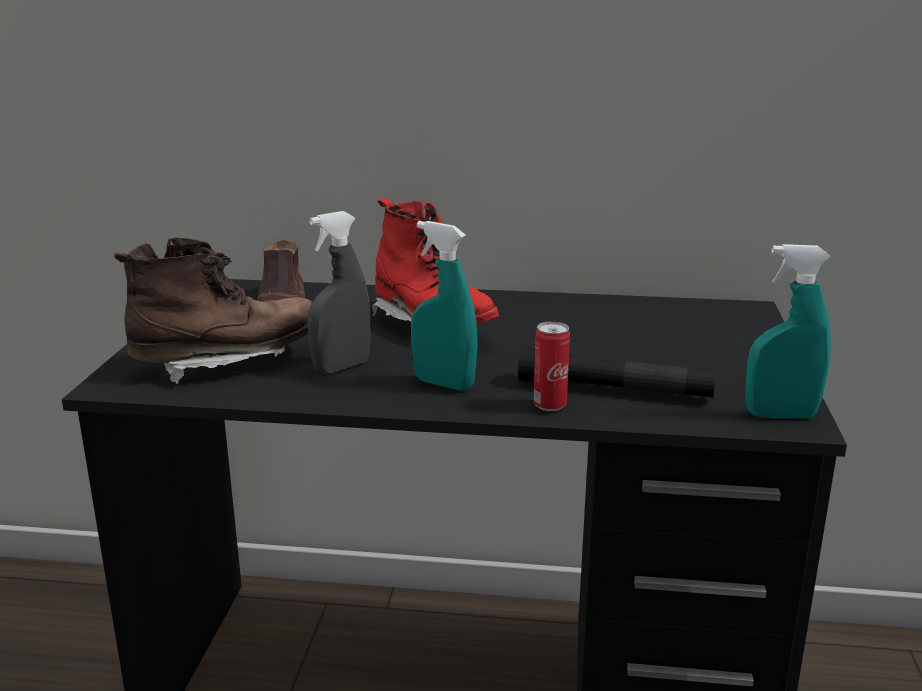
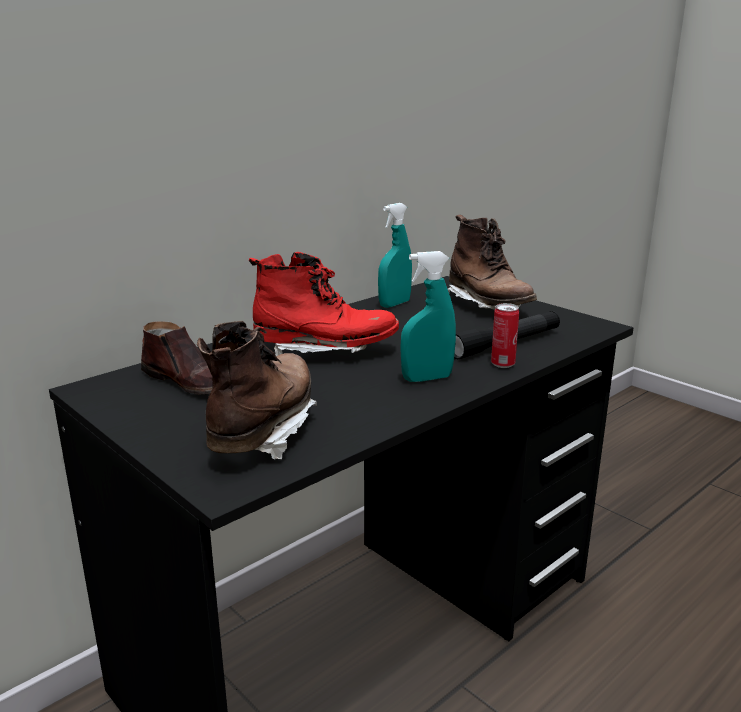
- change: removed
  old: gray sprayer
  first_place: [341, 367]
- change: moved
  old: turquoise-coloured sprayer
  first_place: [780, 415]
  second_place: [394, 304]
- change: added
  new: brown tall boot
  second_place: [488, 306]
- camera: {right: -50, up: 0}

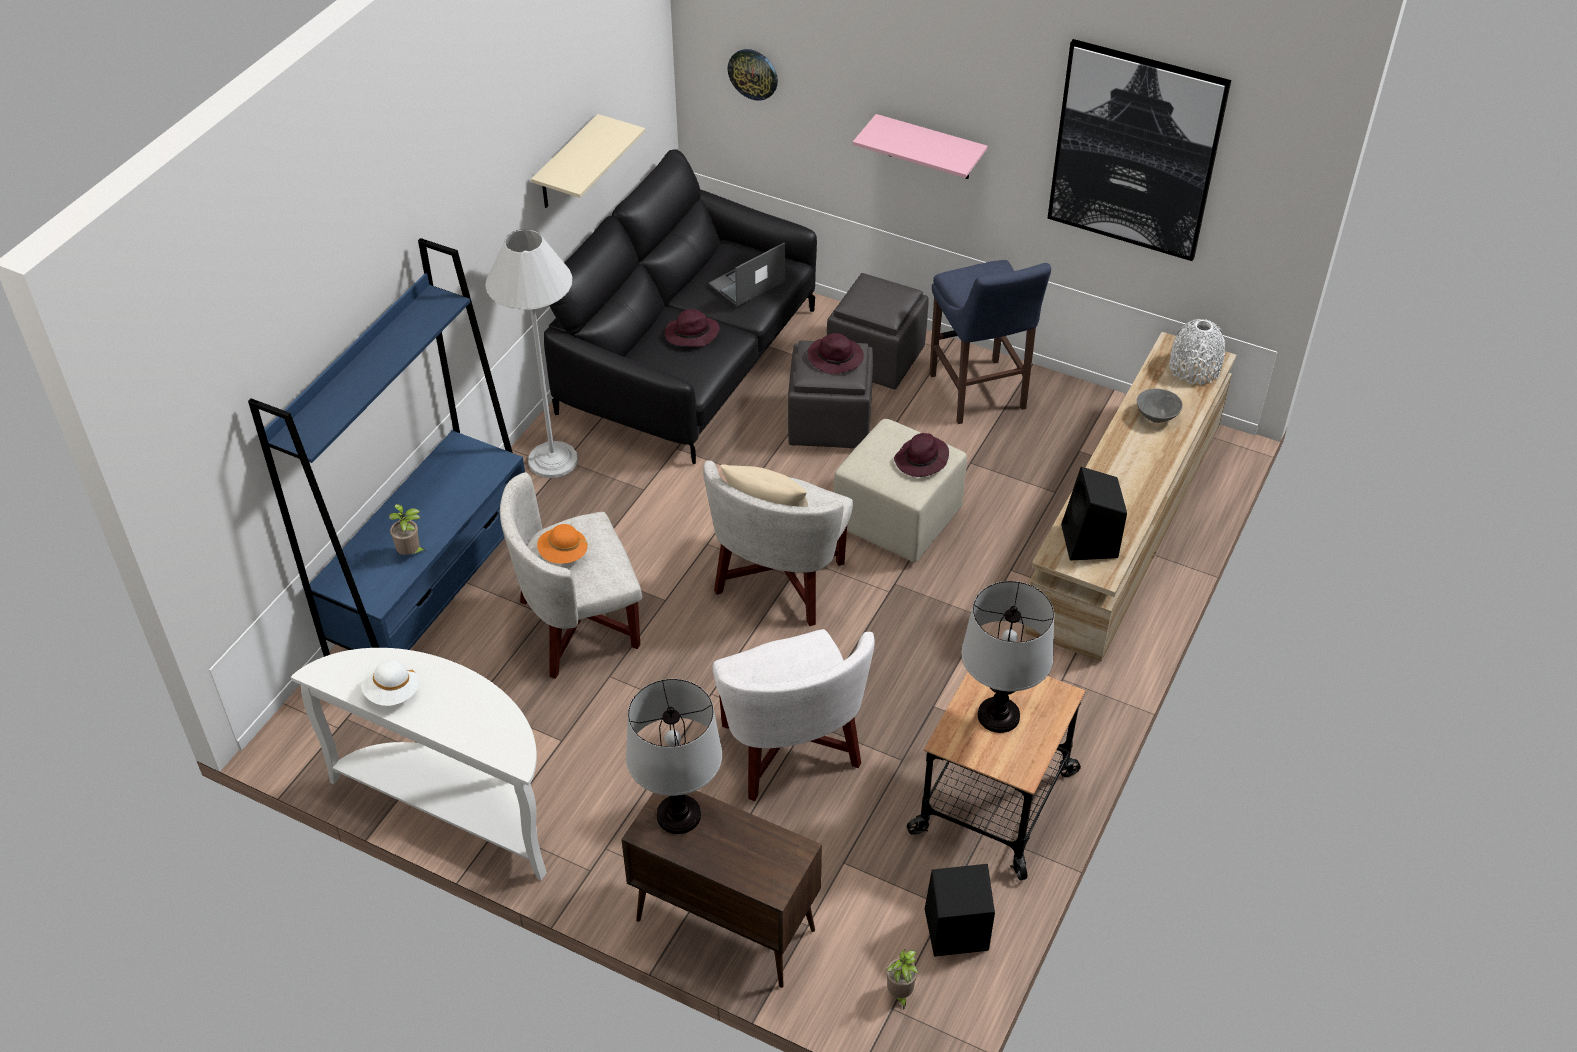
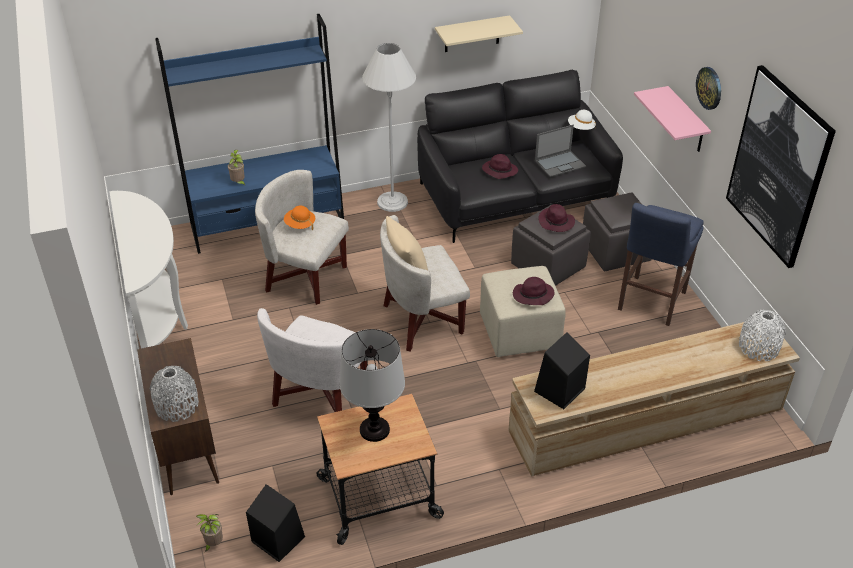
- change: moved
  old: clock on the wall
  first_place: [753, 74]
  second_place: [709, 88]
- change: turned
  old: notebook computer
  first_place: [746, 283]
  second_place: [560, 163]
  degrees: 150
- change: removed
  old: gray deep dish
  first_place: [1157, 417]
- change: moved
  old: white wearable hat
  first_place: [392, 693]
  second_place: [581, 128]
- change: removed
  old: tabletop lamp
  first_place: [679, 814]
- change: added
  new: gray vase
  second_place: [177, 405]
- camera: {right: 45, up: -5}

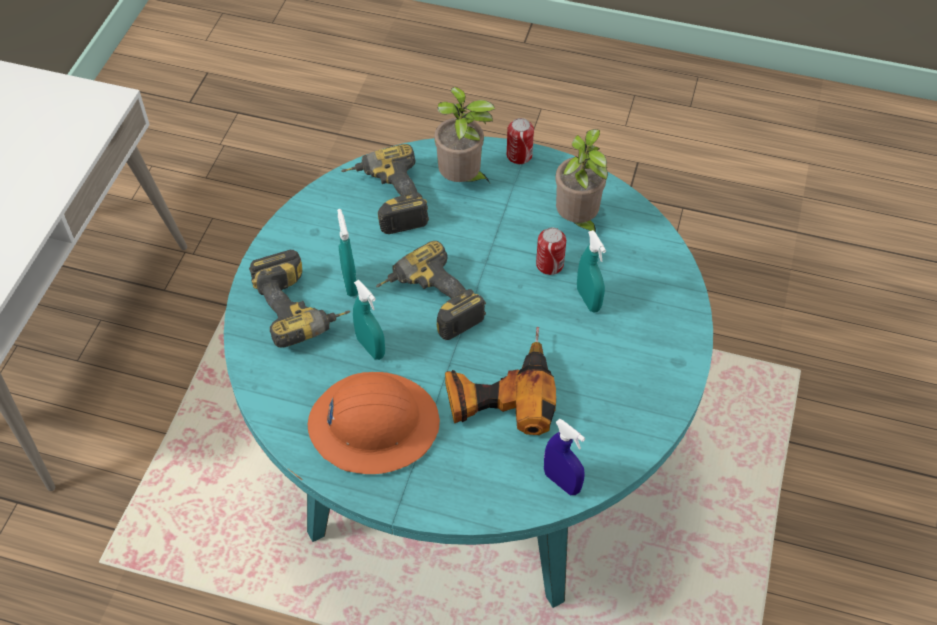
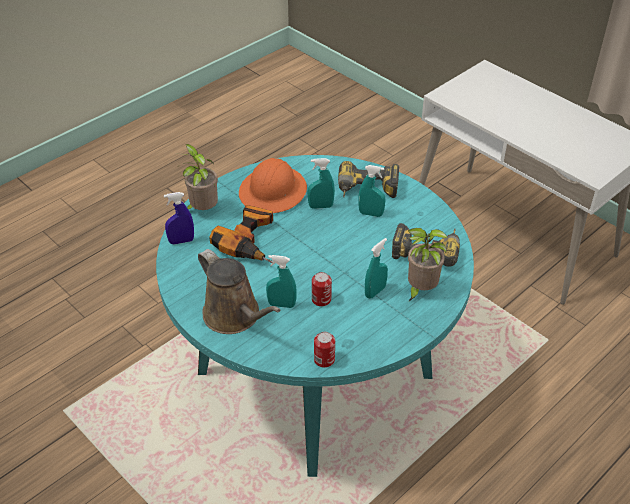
- change: moved
  old: metal can
  first_place: [519, 155]
  second_place: [324, 360]
- change: moved
  old: houseplant
  first_place: [577, 221]
  second_place: [202, 210]
- change: removed
  old: power drill
  first_place: [429, 303]
- change: added
  new: turquoise-coloured sprayer
  second_place: [375, 292]
- change: added
  new: brown watering pot
  second_place: [235, 316]
- camera: {right: 120, up: -10}

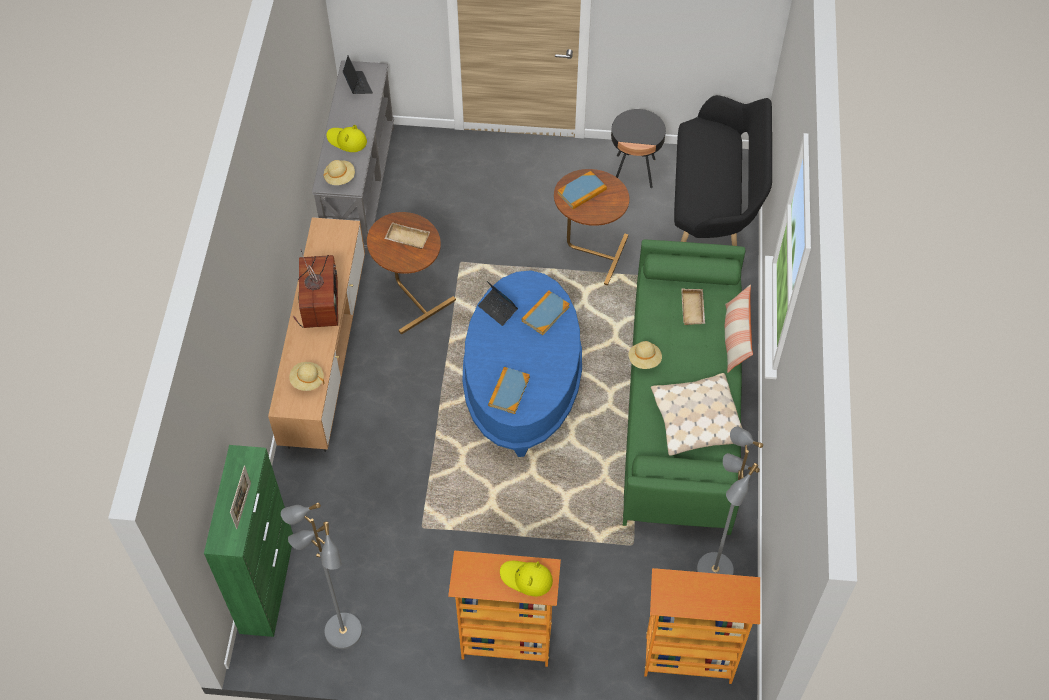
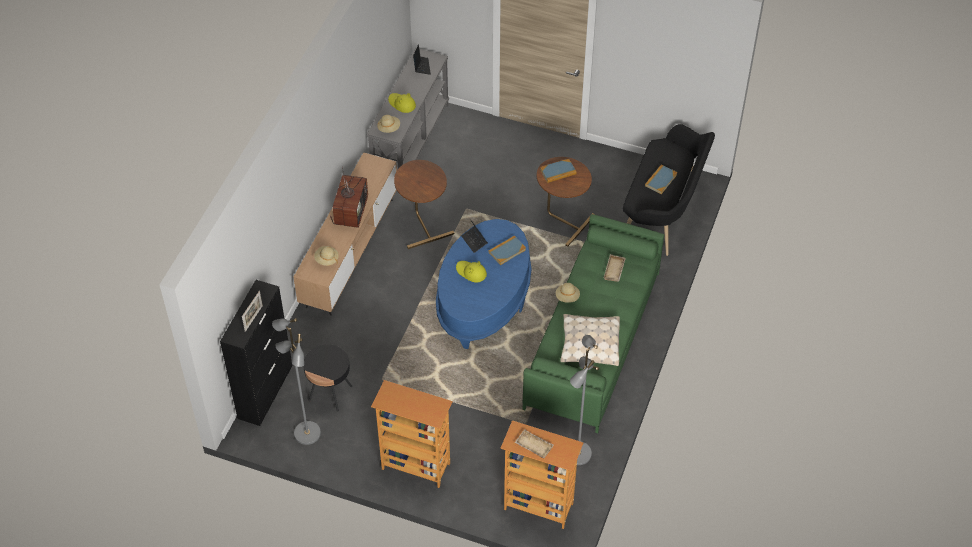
- change: moved
  old: blackish accent table
  first_place: [634, 171]
  second_place: [330, 393]
- change: moved
  old: beige-coloured carrying tray
  first_place: [406, 239]
  second_place: [533, 446]
- change: removed
  old: throw pillow
  first_place: [735, 338]
- change: moved
  old: volume
  first_place: [509, 391]
  second_place: [660, 180]
- change: recoloured
  old: green cabinet
  new: blackish cabinet
  first_place: [267, 583]
  second_place: [265, 391]
- change: moved
  old: yellowish wearable hat
  first_place: [526, 578]
  second_place: [471, 272]
- camera: {right: 15, up: -5}

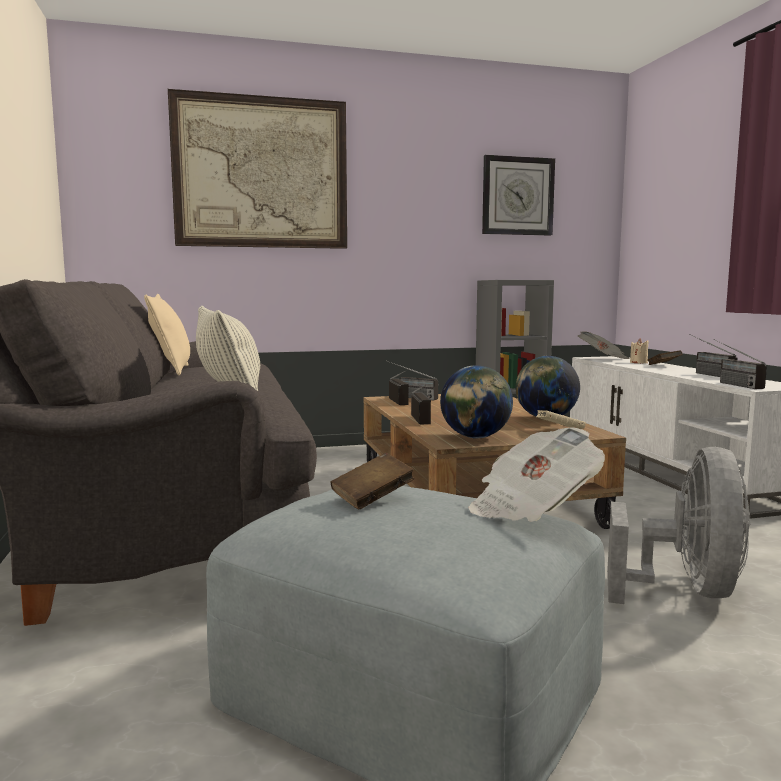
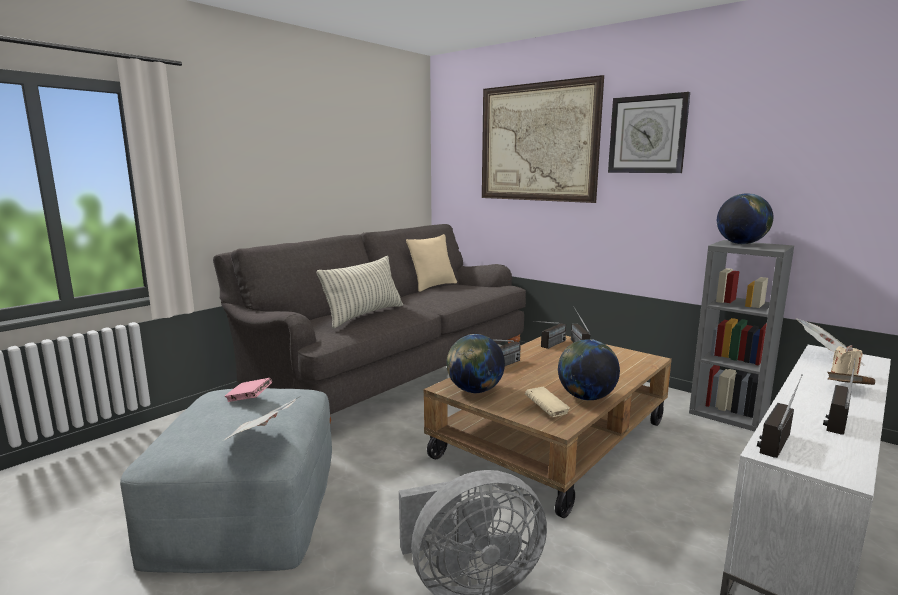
- change: moved
  old: clock on the wall
  first_place: [517, 196]
  second_place: [647, 134]
- change: recoloured
  old: brown volume
  new: pinkish volume
  first_place: [372, 498]
  second_place: [249, 399]
- change: added
  new: globe
  second_place: [741, 244]
- camera: {right: 55, up: 5}

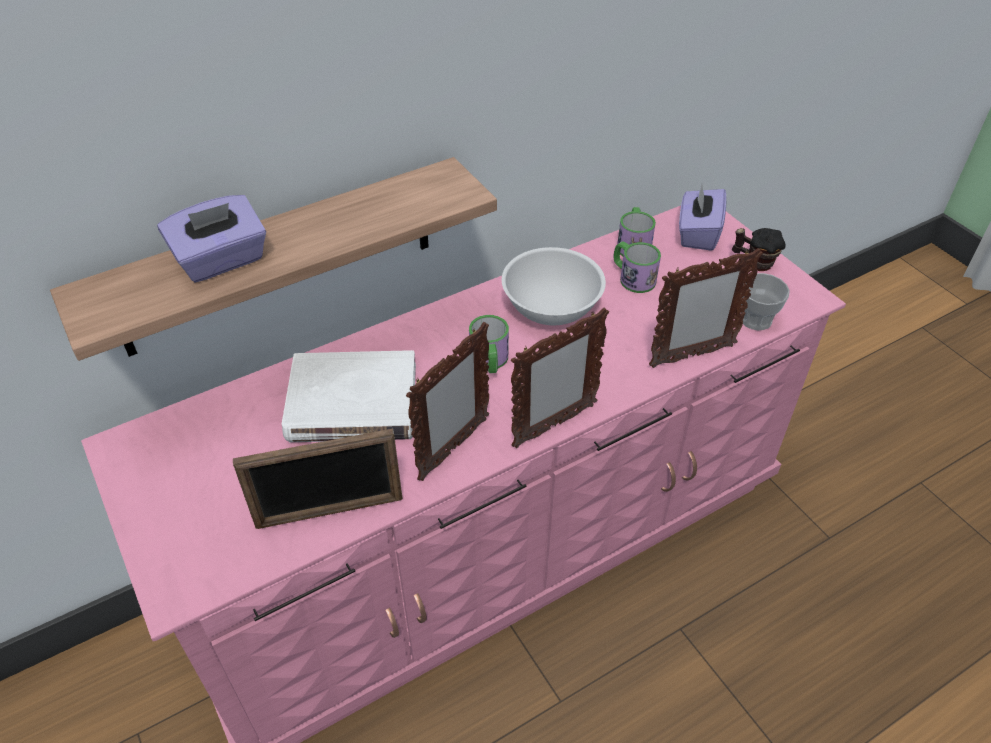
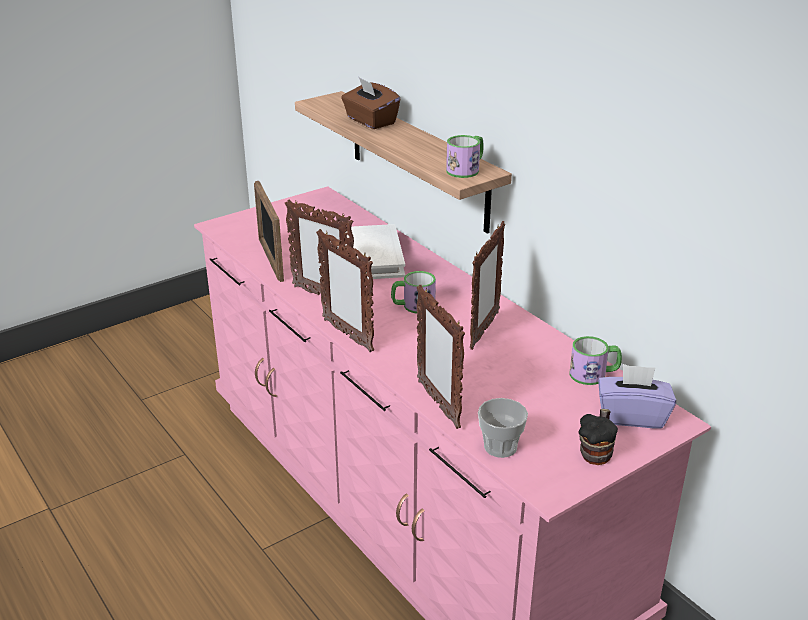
- change: recoloured
  old: purple-coloured tissue holder
  new: brown tissue holder
  first_place: [222, 261]
  second_place: [370, 121]
- change: moved
  old: coffee mug
  first_place: [632, 277]
  second_place: [466, 169]
- change: replaced
  old: white deep dish
  new: standing frame
  first_place: [550, 308]
  second_place: [484, 331]
- camera: {right: 85, up: -15}

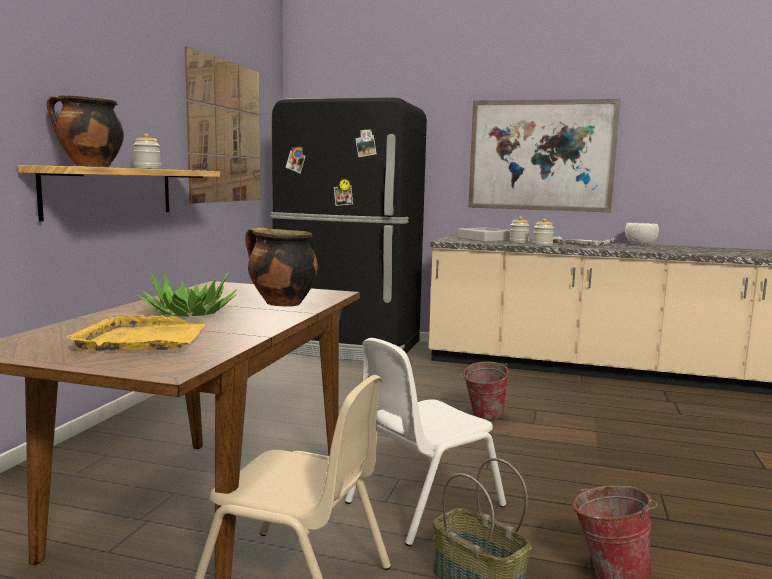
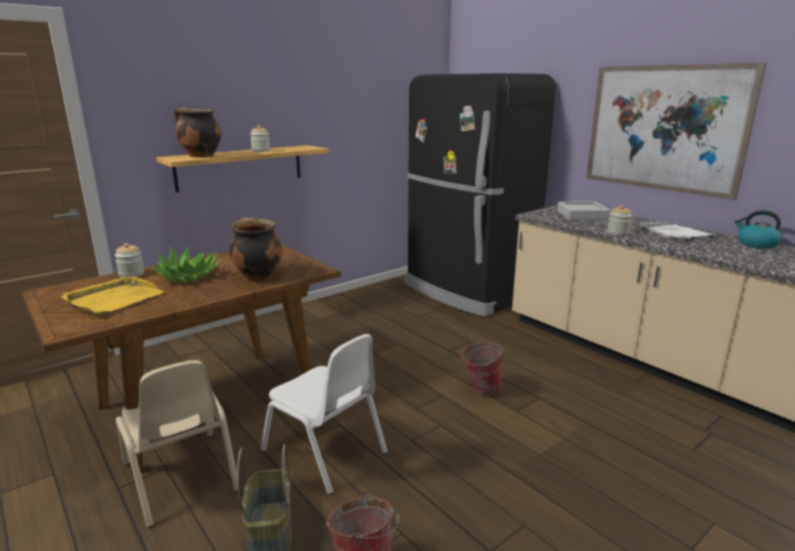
- change: removed
  old: picture
  first_place: [225, 132]
- change: moved
  old: preserve jar
  first_place: [519, 242]
  second_place: [131, 274]
- change: replaced
  old: white deep dish
  new: kettle
  first_place: [640, 245]
  second_place: [756, 244]
- change: turned
  old: white upright chair
  first_place: [422, 504]
  second_place: [325, 452]
  degrees: -135
- camera: {right: 35, up: 10}

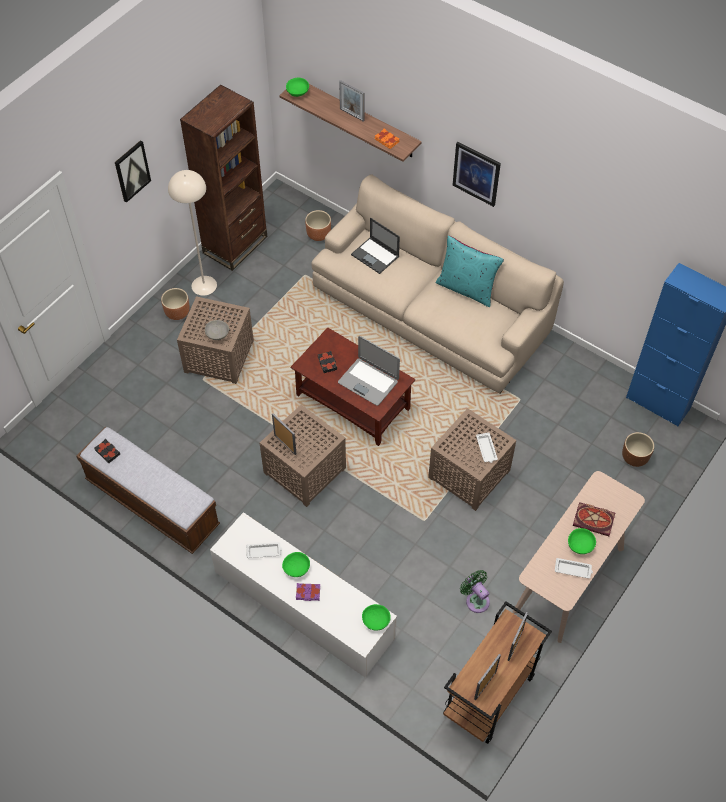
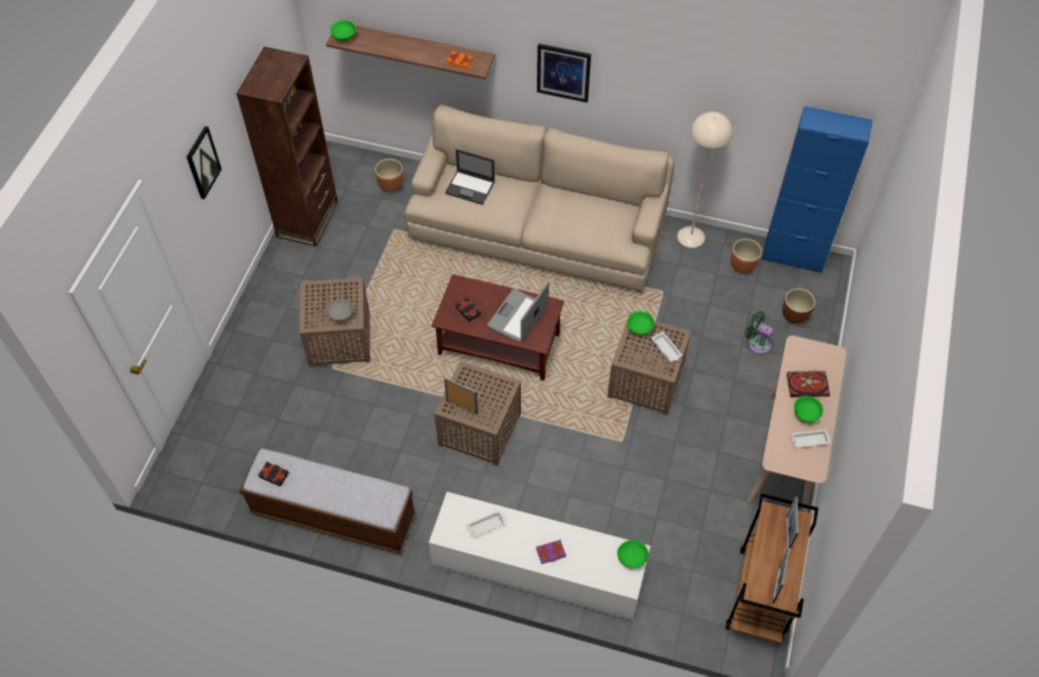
- change: removed
  old: standing frame
  first_place: [352, 115]
- change: moved
  old: beige-coloured standard lamp
  first_place: [204, 285]
  second_place: [691, 236]
- change: removed
  old: turquoise-coloured throw pillow
  first_place: [466, 288]
- change: moved
  old: brown planter
  first_place: [177, 313]
  second_place: [742, 265]
- change: turned
  old: notebook computer
  first_place: [368, 381]
  second_place: [518, 317]
  degrees: 105
- change: moved
  old: green deep dish
  first_place: [296, 568]
  second_place: [639, 328]
- change: moved
  old: green electric fan
  first_place: [476, 599]
  second_place: [757, 343]
- camera: {right: -20, up: 0}

